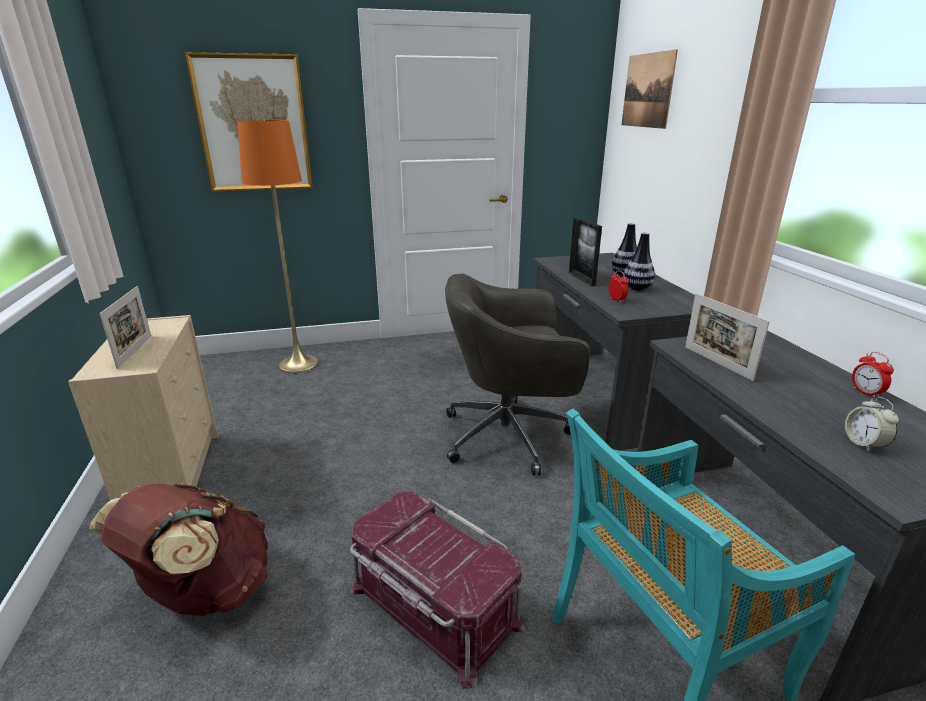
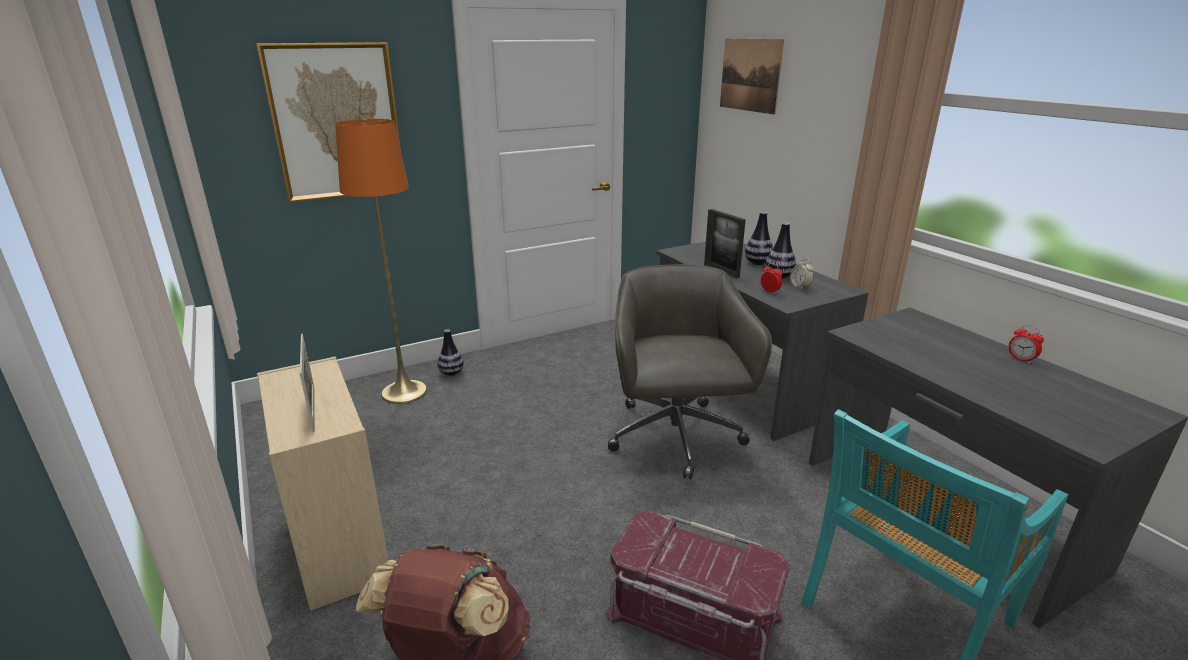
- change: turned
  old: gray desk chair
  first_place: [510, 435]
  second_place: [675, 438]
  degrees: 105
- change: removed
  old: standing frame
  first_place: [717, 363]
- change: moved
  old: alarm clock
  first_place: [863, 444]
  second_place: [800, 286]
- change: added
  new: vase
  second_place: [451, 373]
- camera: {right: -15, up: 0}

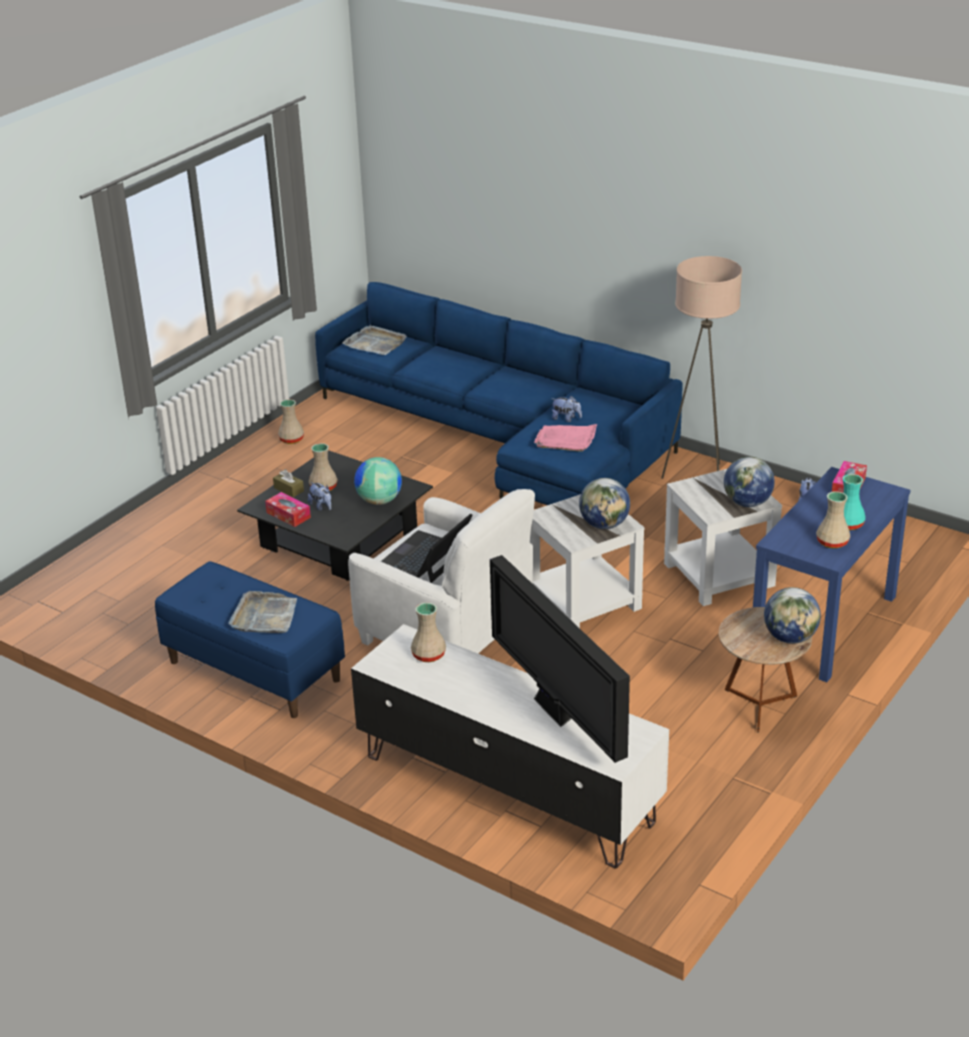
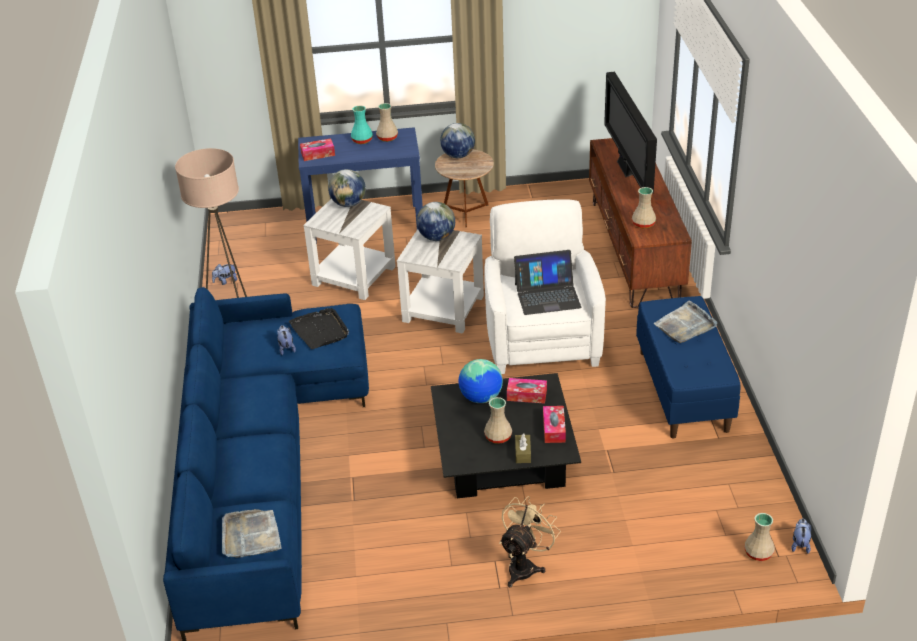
- change: moved
  old: beige-coloured vase
  first_place: [291, 439]
  second_place: [758, 553]
- change: recoloured
  old: pinkish carrying tray
  new: blackish carrying tray
  first_place: [566, 439]
  second_place: [320, 330]
- change: moved
  old: soft toy
  first_place: [321, 506]
  second_place: [800, 544]
- change: turned
  old: television
  first_place: [555, 712]
  second_place: [626, 170]
  degrees: 150
- change: recoloured
  old: white media console
  new: brown media console
  first_place: [507, 788]
  second_place: [634, 250]
- change: added
  new: tissue holder
  second_place: [526, 395]
- change: added
  new: beige-coloured electric fan
  second_place: [525, 566]
- camera: {right: -130, up: 5}

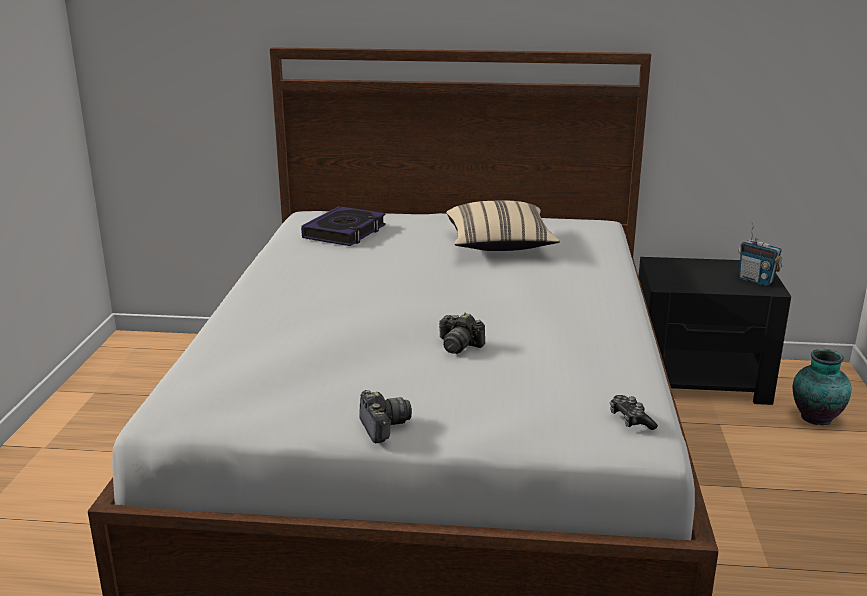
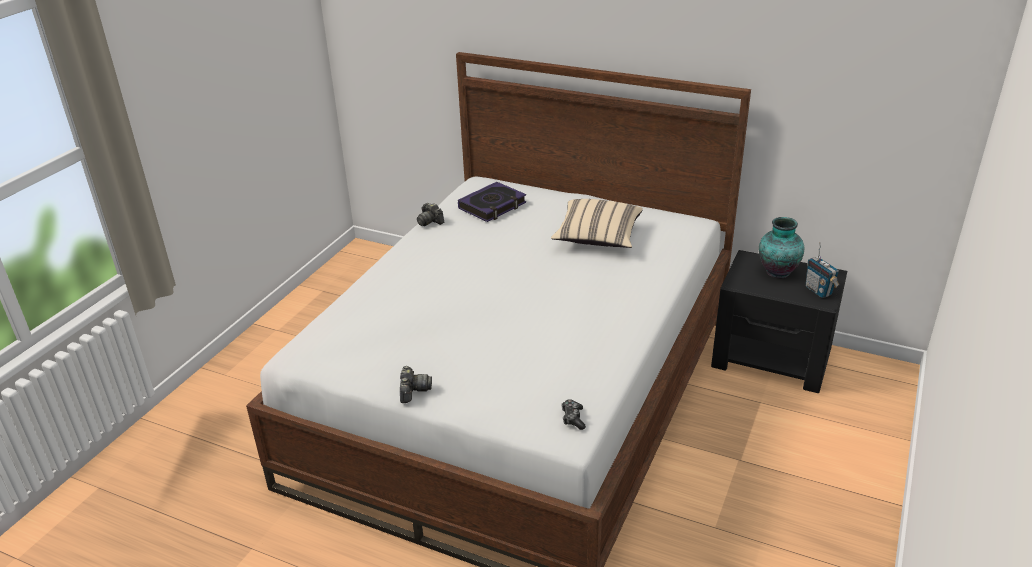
- change: moved
  old: photo camera
  first_place: [459, 345]
  second_place: [430, 221]
- change: moved
  old: vase
  first_place: [815, 418]
  second_place: [776, 272]
- camera: {right: 20, up: 10}

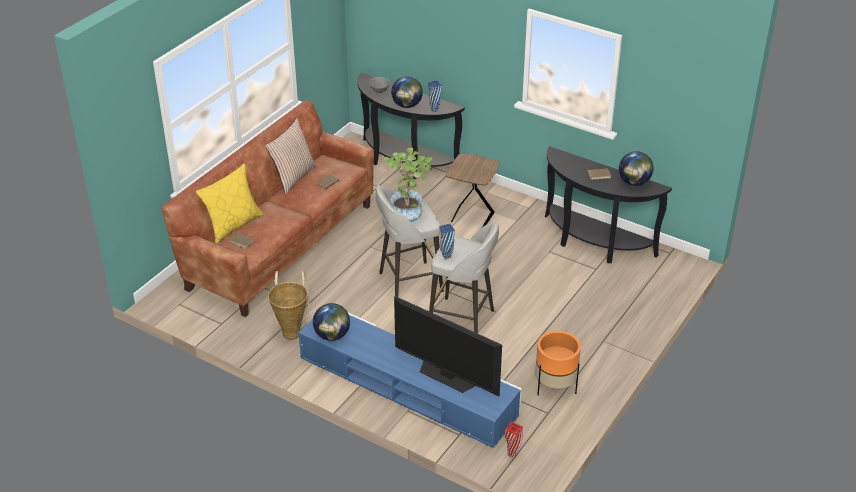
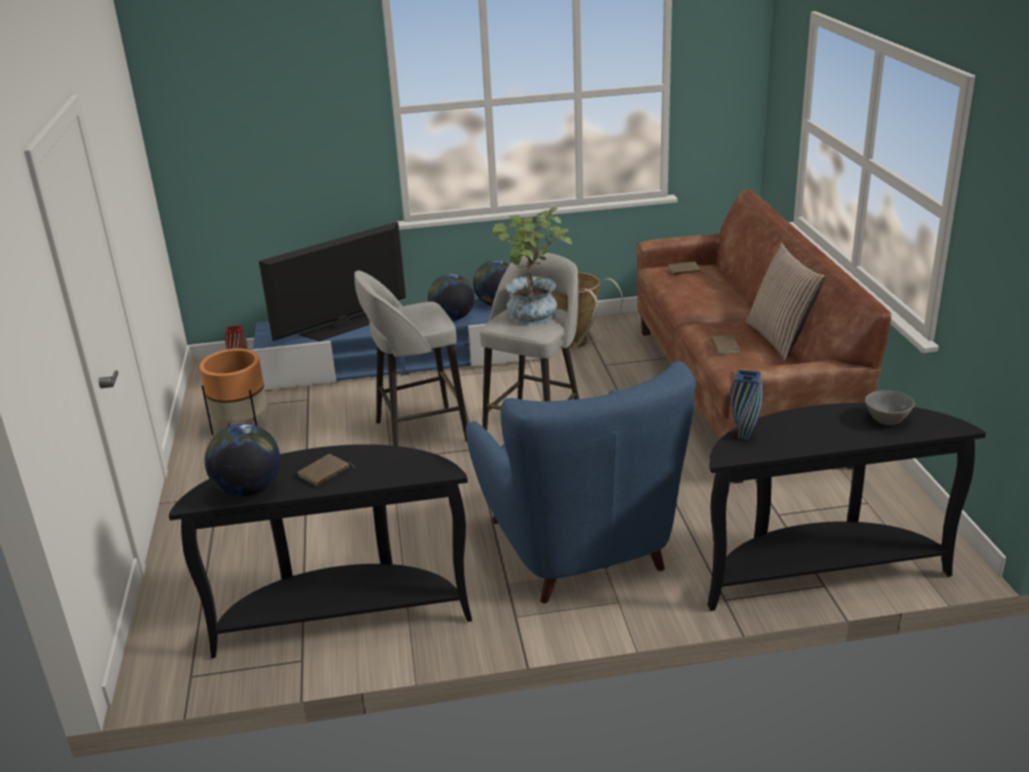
- change: moved
  old: globe
  first_place: [407, 105]
  second_place: [452, 318]
- change: replaced
  old: brown accent table
  new: bluish easy chair
  first_place: [472, 218]
  second_place: [578, 548]
- change: removed
  old: yellowish throw pillow
  first_place: [233, 225]
- change: removed
  old: bluish vase
  first_place: [446, 256]
- change: turned
  old: television
  first_place: [447, 376]
  second_place: [341, 327]
  degrees: 150
- camera: {right: 140, up: -10}

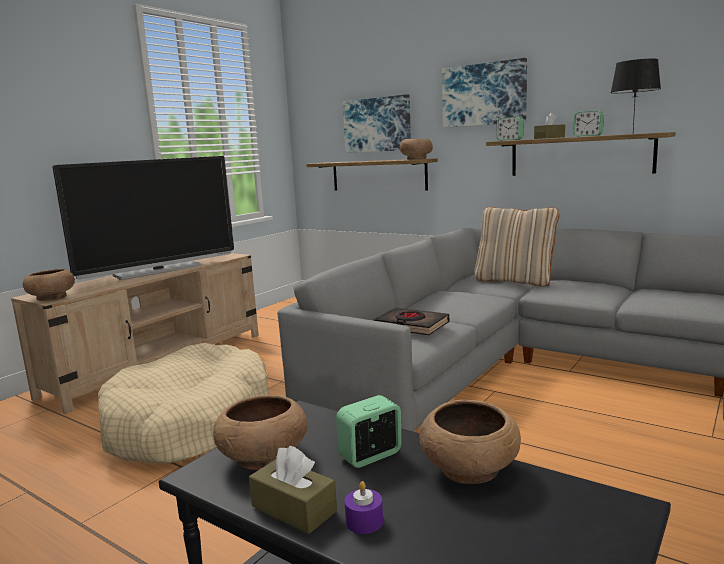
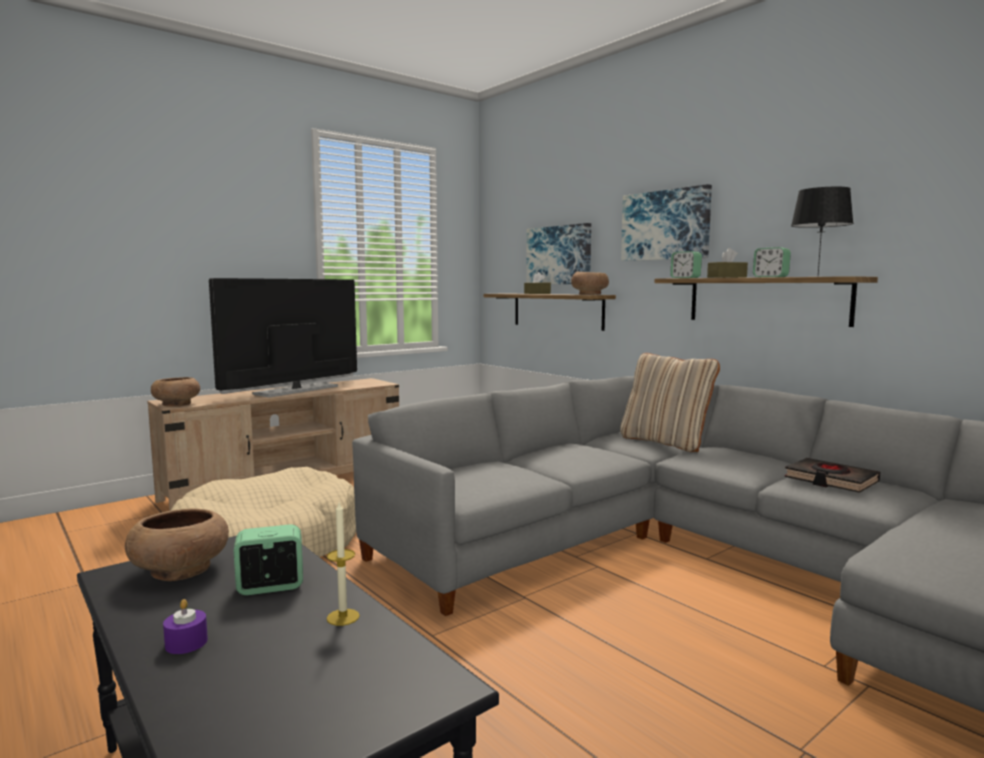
- change: turned
  old: television
  first_place: [158, 270]
  second_place: [296, 390]
  degrees: 150
- change: moved
  old: blackish volume
  first_place: [411, 326]
  second_place: [830, 480]
- change: replaced
  old: brown deep dish
  new: wax light
  first_place: [470, 469]
  second_place: [343, 617]
- change: moved
  old: brown tissue holder
  first_place: [294, 509]
  second_place: [537, 293]
- camera: {right: 15, up: -5}

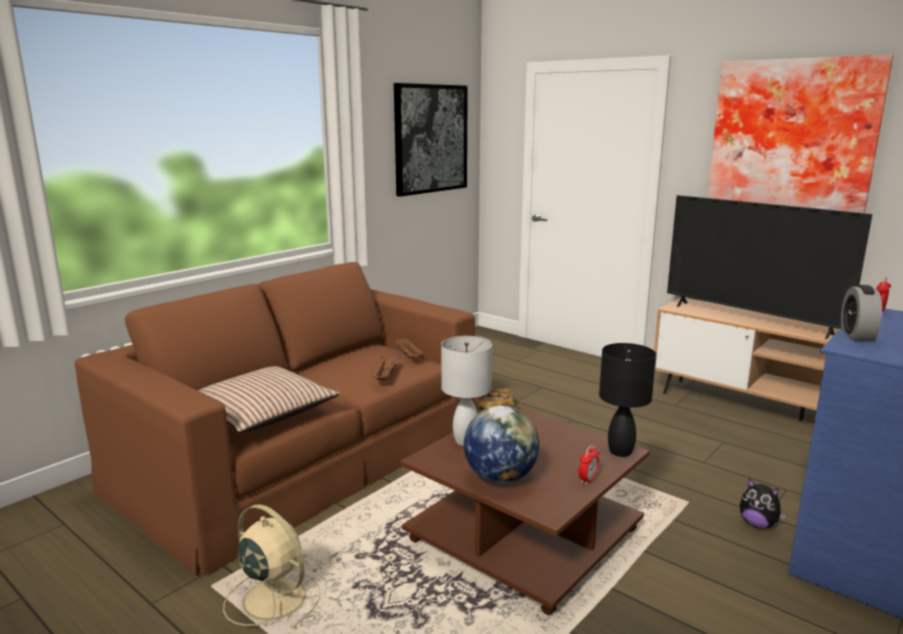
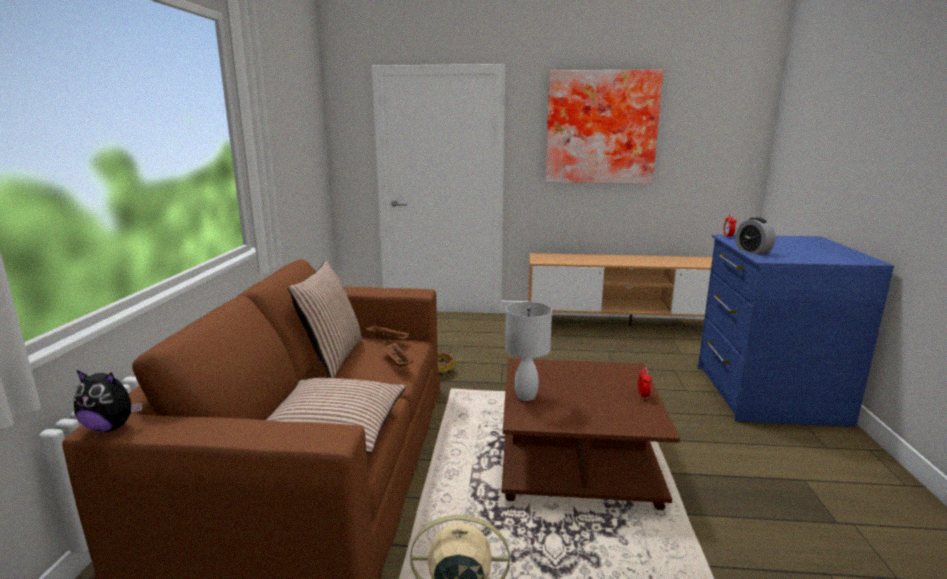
- change: removed
  old: picture
  first_place: [431, 139]
- change: removed
  old: television
  first_place: [750, 319]
- change: removed
  old: blackish tabletop lamp
  first_place: [621, 451]
- change: removed
  old: globe
  first_place: [500, 477]
- change: moved
  old: soft toy
  first_place: [758, 524]
  second_place: [111, 427]
- change: added
  new: throw pillow
  second_place: [332, 357]
- camera: {right: -35, up: 0}

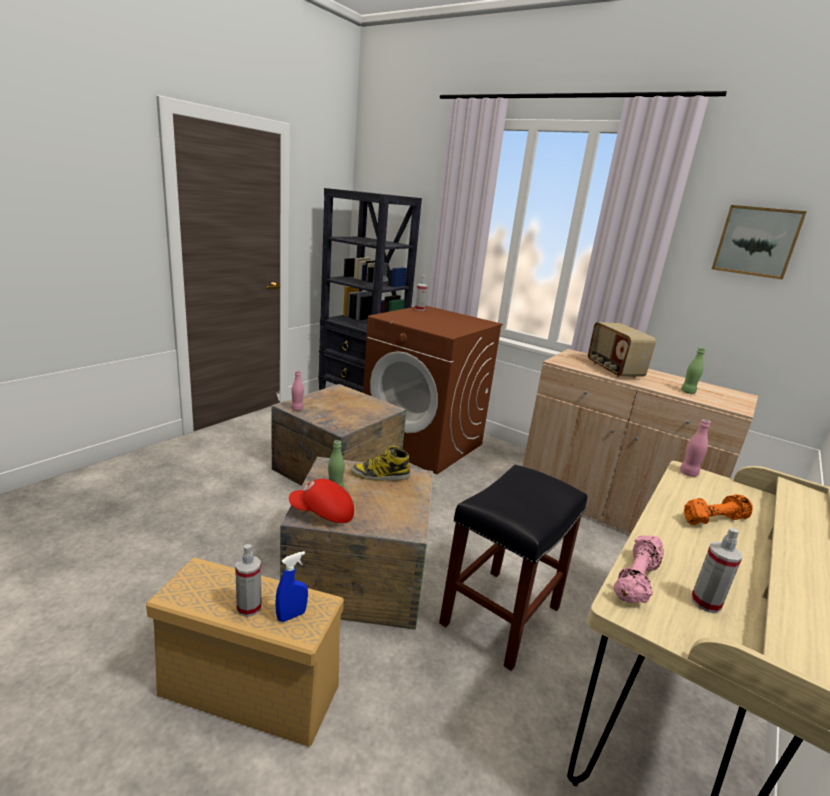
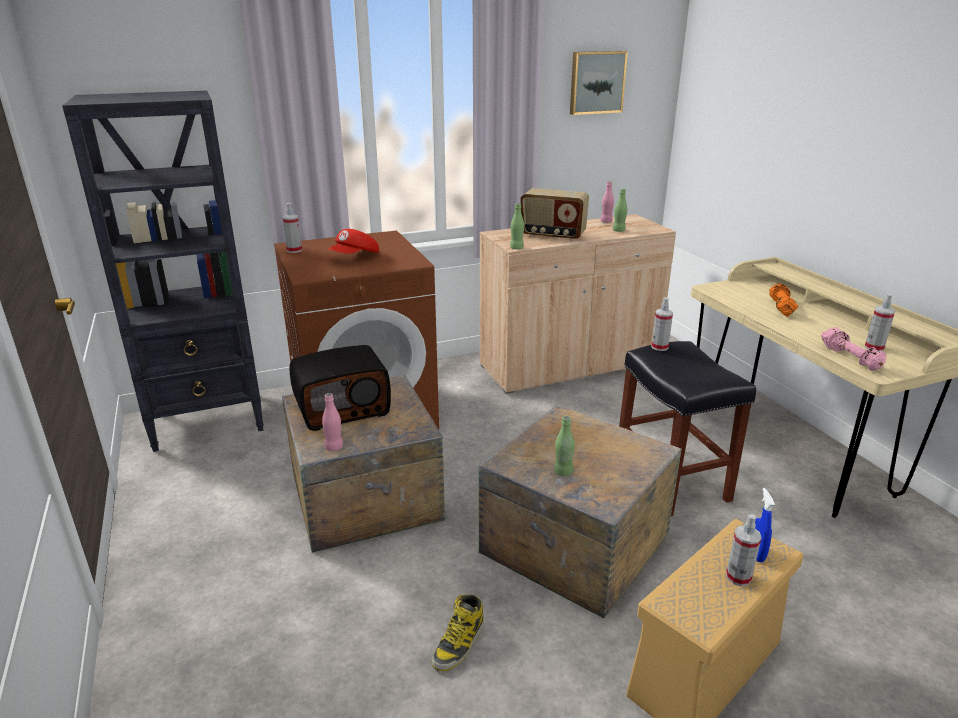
- change: moved
  old: pinkish bottle
  first_place: [688, 473]
  second_place: [606, 222]
- change: moved
  old: tall boot
  first_place: [380, 475]
  second_place: [459, 643]
- change: moved
  old: red cap
  first_place: [322, 514]
  second_place: [355, 257]
- change: added
  new: green bottle
  second_place: [516, 248]
- change: added
  new: sprayer
  second_place: [659, 347]
- change: added
  new: radio
  second_place: [343, 408]
- camera: {right: -55, up: 5}

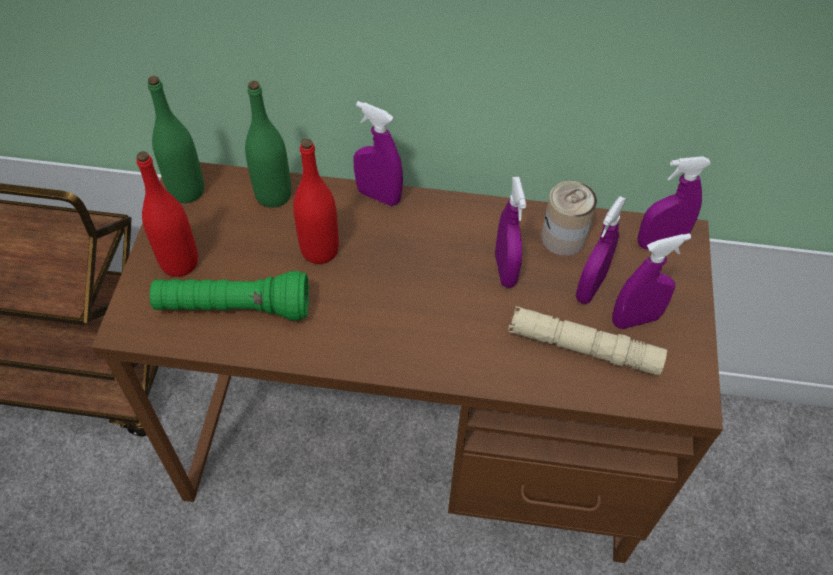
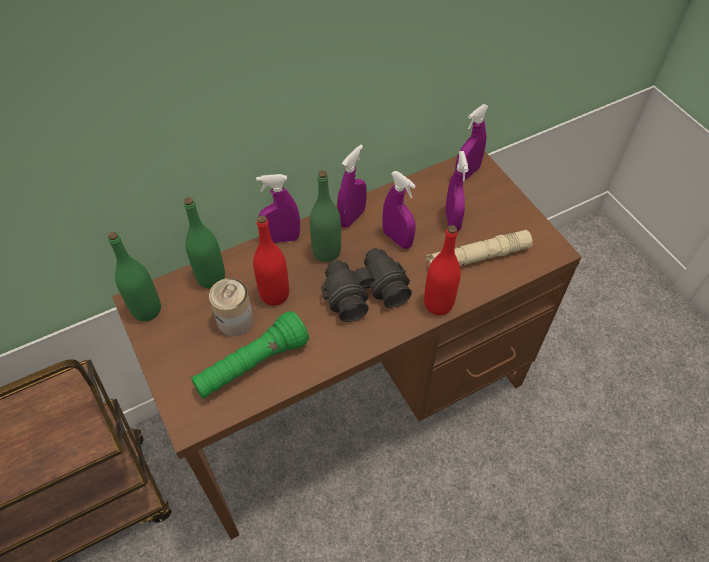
- change: moved
  old: red bottle
  first_place: [179, 262]
  second_place: [438, 304]
- change: moved
  old: metal can
  first_place: [563, 237]
  second_place: [235, 320]
- change: moved
  old: purple-coloured sprayer
  first_place: [635, 319]
  second_place: [352, 217]
- change: added
  new: green bottle
  second_place: [326, 252]
- change: added
  new: blackish pair of binoculars
  second_place: [364, 291]
- camera: {right: -35, up: 0}

